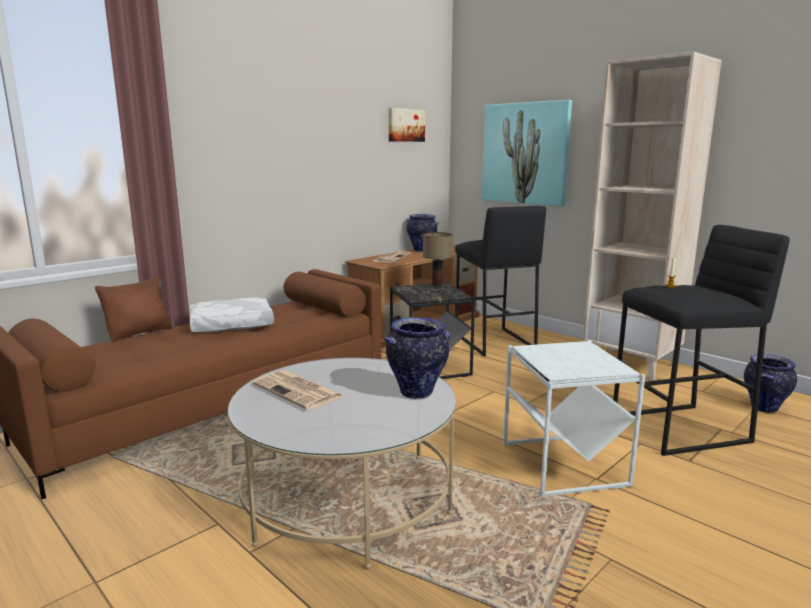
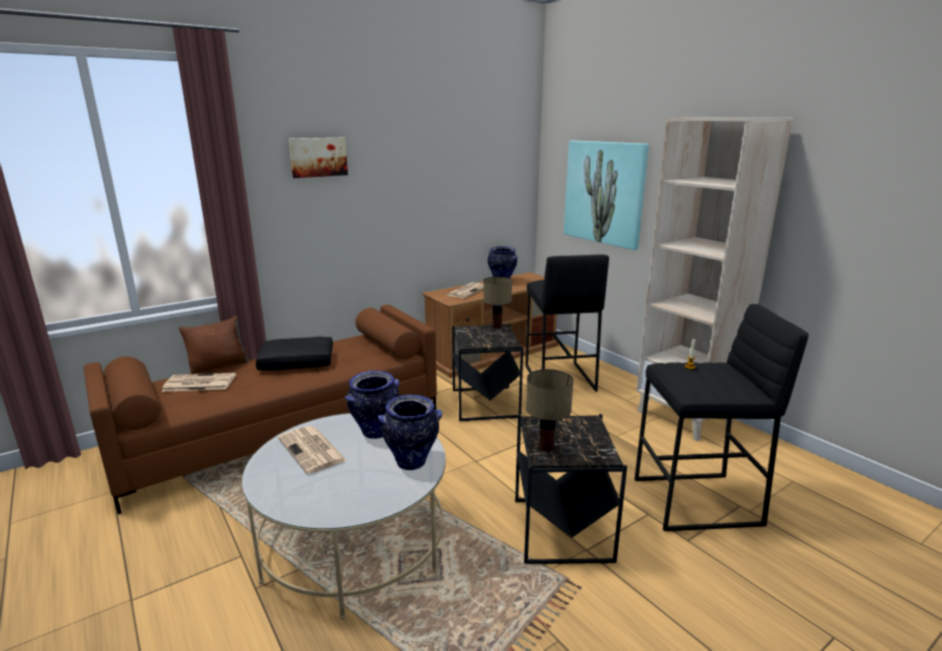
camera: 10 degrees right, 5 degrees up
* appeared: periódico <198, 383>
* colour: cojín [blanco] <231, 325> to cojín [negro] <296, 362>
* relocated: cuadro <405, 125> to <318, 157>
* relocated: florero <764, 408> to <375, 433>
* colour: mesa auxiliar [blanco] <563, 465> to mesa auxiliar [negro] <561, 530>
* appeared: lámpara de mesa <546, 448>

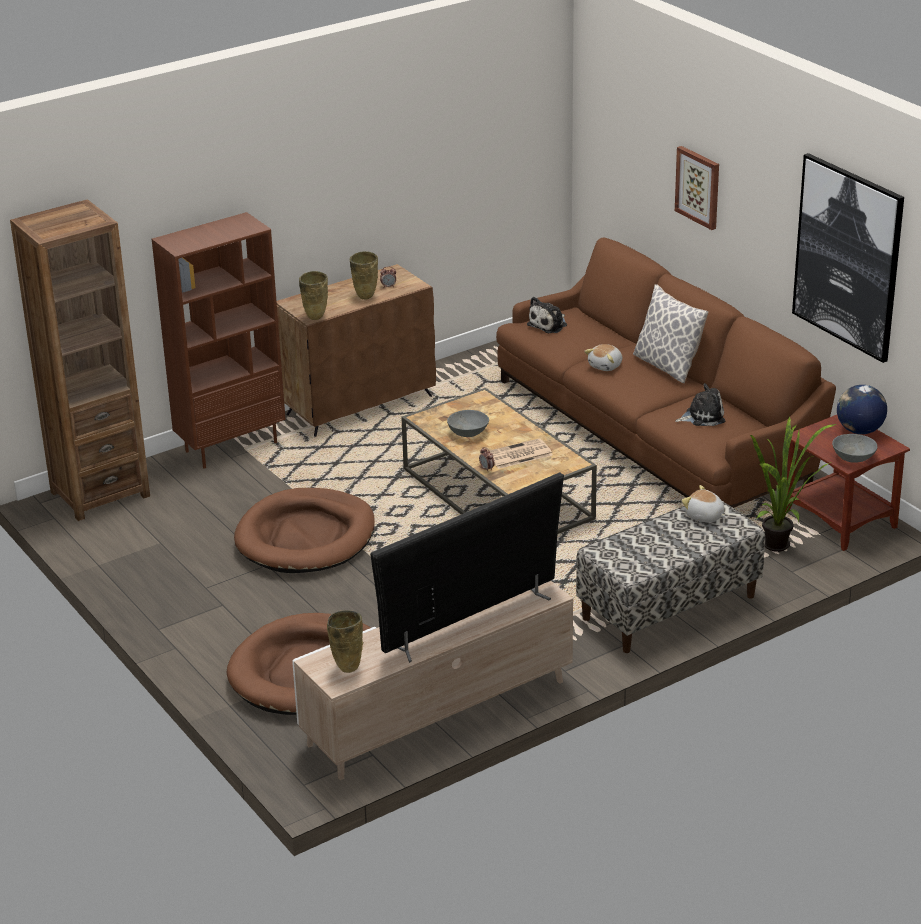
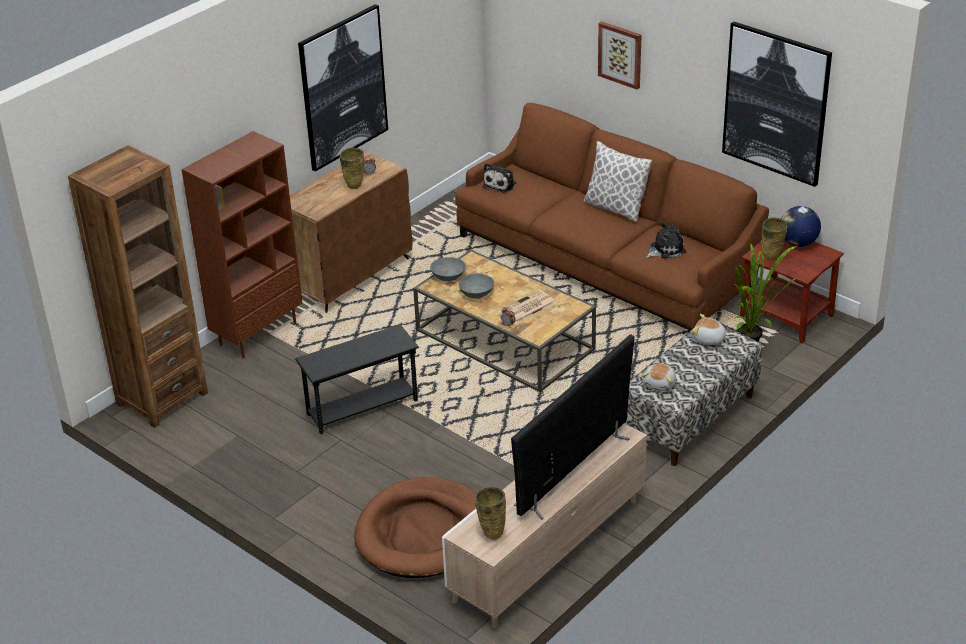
camera: 15 degrees left, 5 degrees up
* exchanged: cama para perro [marrón] <306, 537> to mesa auxiliar [negro] <362, 408>
* appeared: cuadro <343, 87>
* relocated: cuenco [gris] <853, 458> to <448, 277>
* relocated: peluche <606, 366> to <660, 384>
* relocated: florero [beis] <315, 318> to <771, 258>

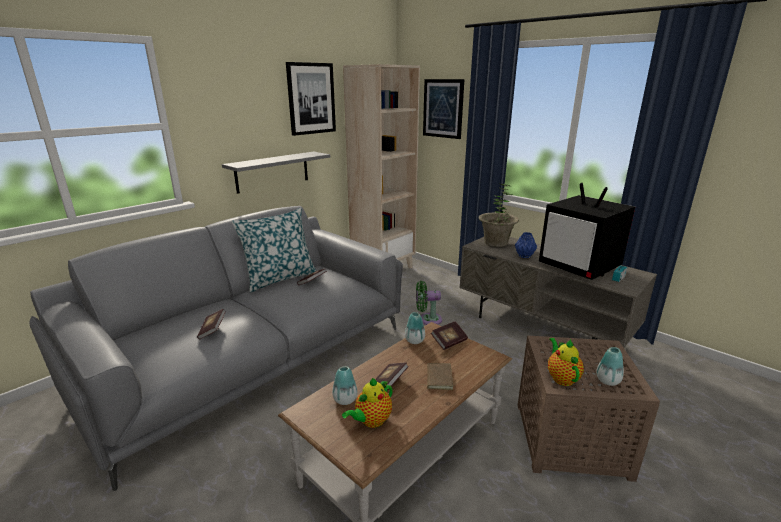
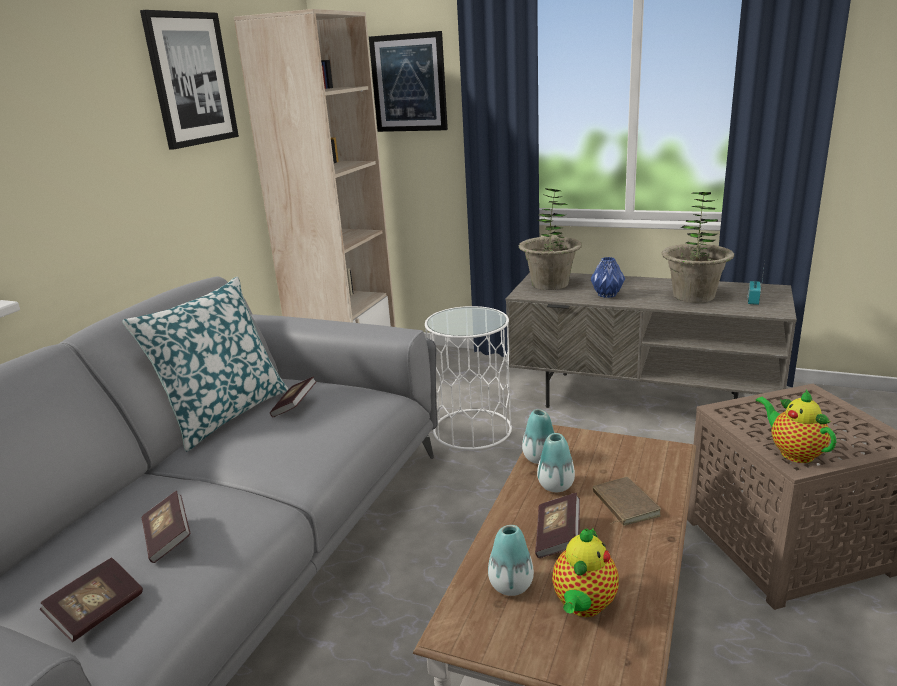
camera: 20 degrees left, 0 degrees up
* relocated: libro <449, 342> to <97, 612>
* exchanged: ventilador [verde] <427, 319> to mesa auxiliar [blanco] <472, 429>
* relocated: florero <607, 381> to <555, 486>
* exchanged: televisor <580, 267> to planta en maceta <694, 296>
* missing: estante [gris] <272, 172>

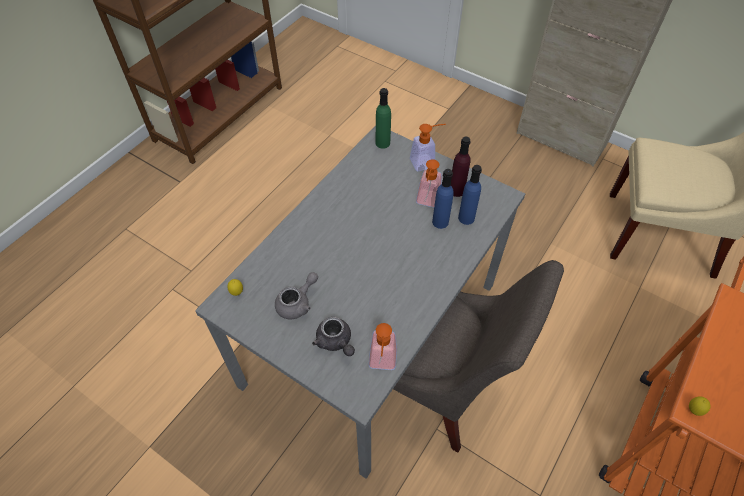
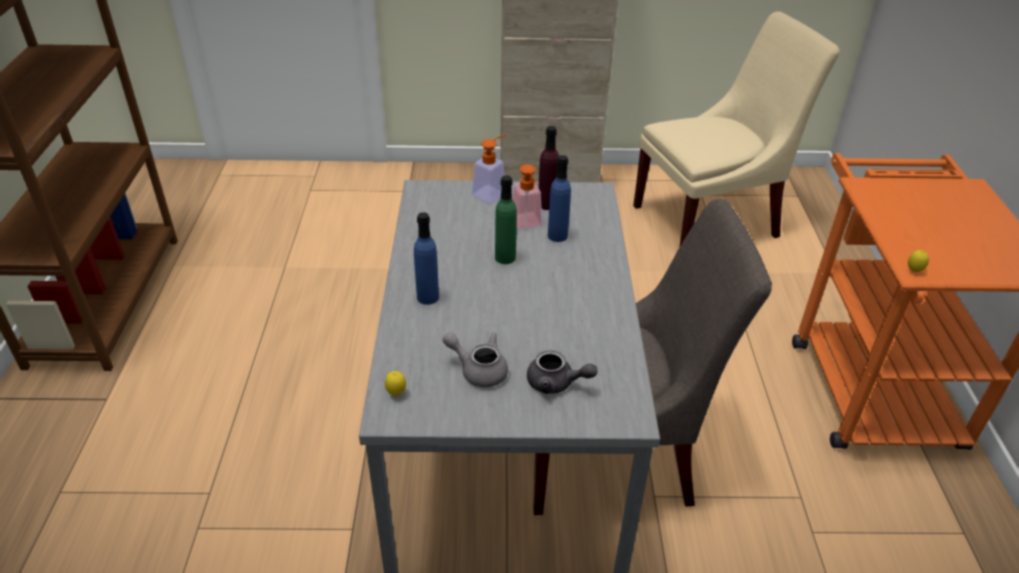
camera: 35 degrees left, 15 degrees down
* relocated: botella [azul] <466, 218> to <428, 297>
* spun: tetera [gris] <297, 303> = <478, 370> 75 degrees counterclockwise
* relocated: botella [verde] <382, 143> to <505, 257>
* missing: dispensador de jabón <382, 363>

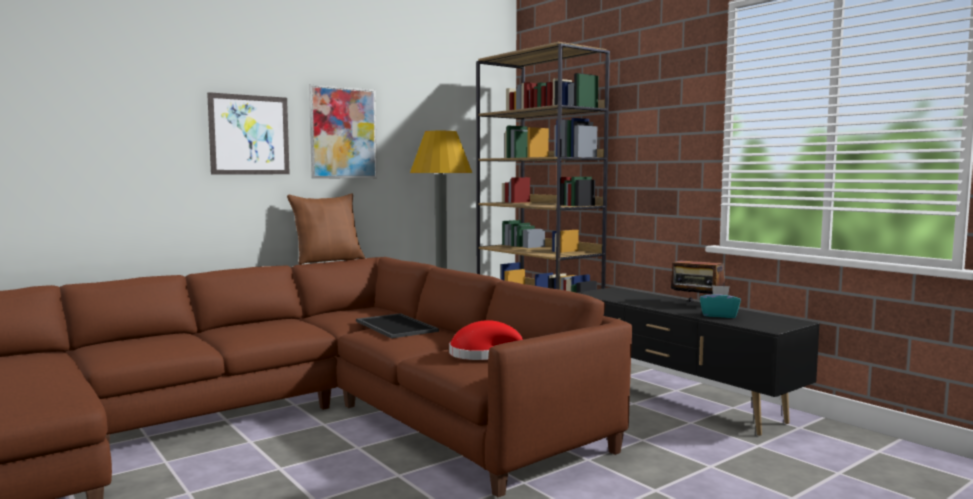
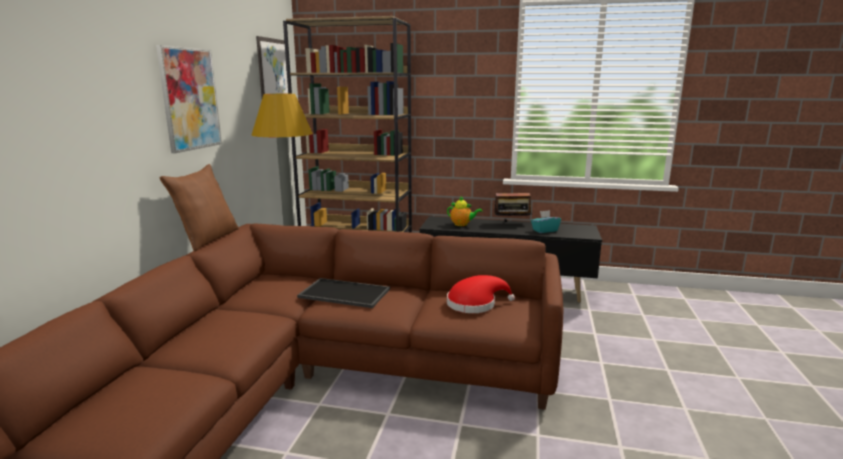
camera: 40 degrees left, 10 degrees up
* relocated: cuadro <249, 135> to <274, 70>
* appeared: tetera <462, 224>

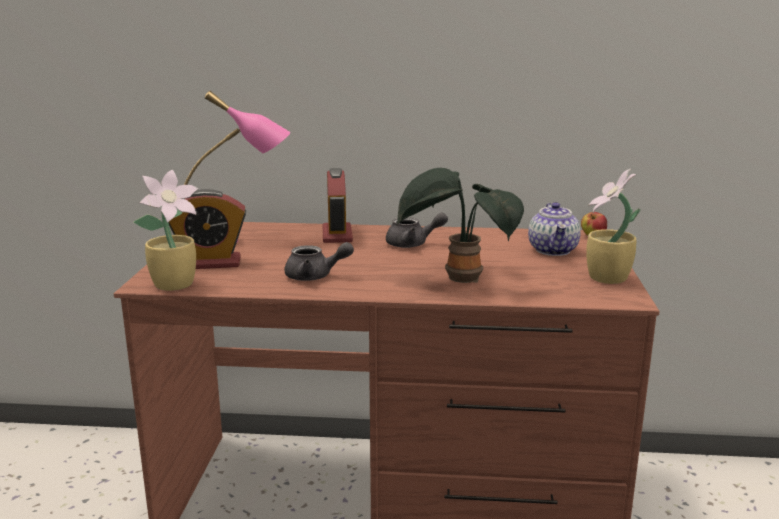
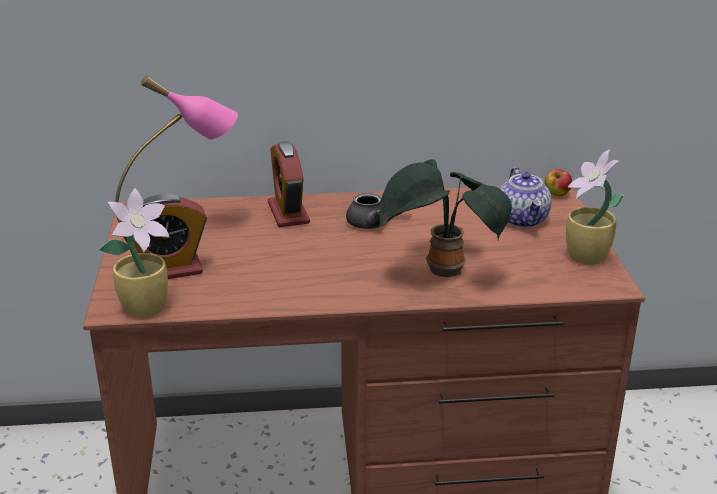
camera: 10 degrees left, 10 degrees up
* missing: tetera [gris] <315, 276>

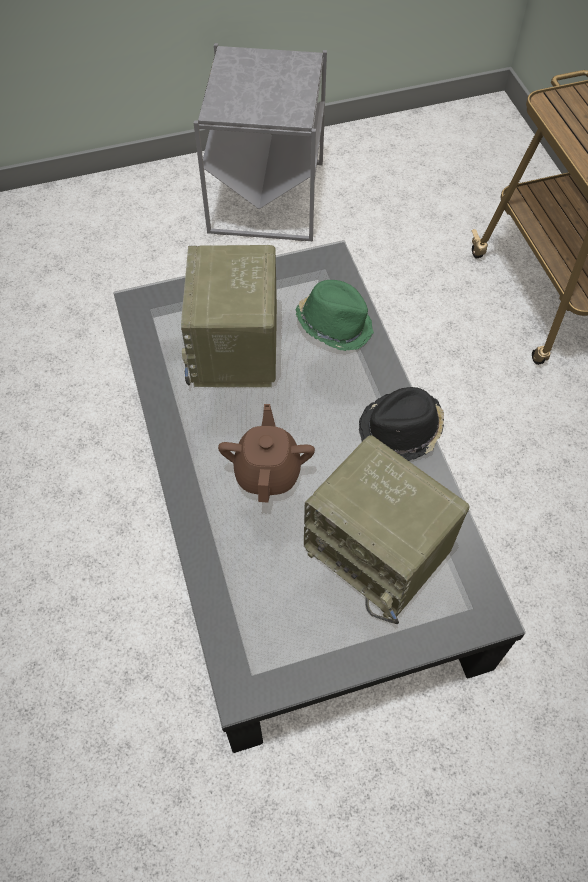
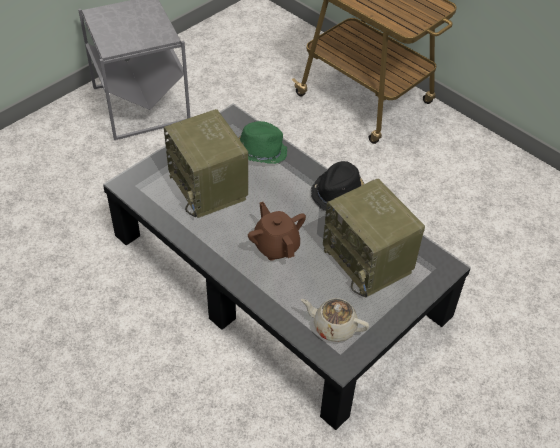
camera: 30 degrees left, 10 degrees down
* appeared: tetera [beis] <333, 326>
* spun: radio <379, 553> = <369, 261> 45 degrees clockwise

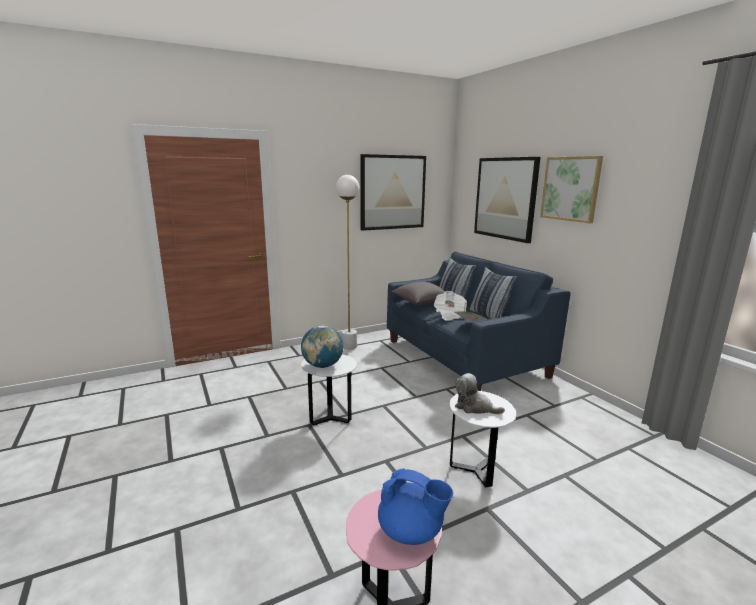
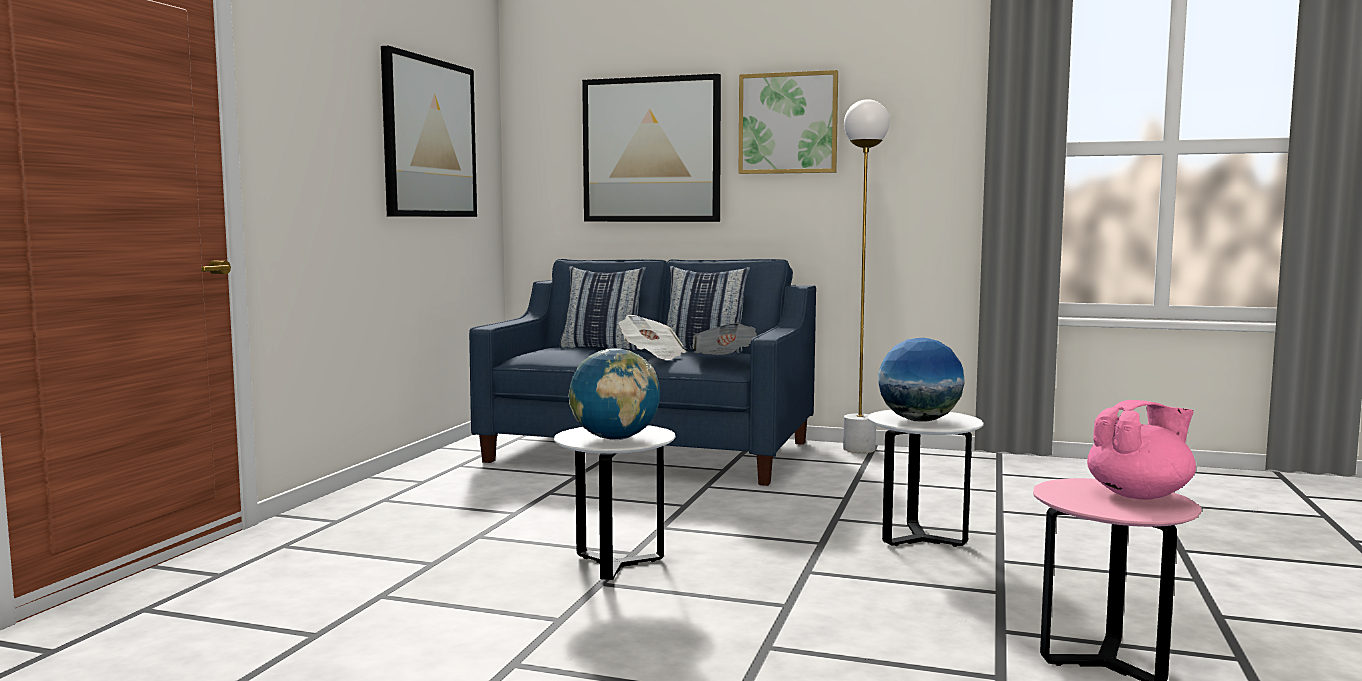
camera: 45 degrees left, 10 degrees down
* relocated: lámpara de pie [blanco] <349, 346> to <859, 449>
* exchanged: peluche <474, 407> to globo terráqueo <919, 420>
* colour: tetera [azul] <411, 531> to tetera [rosa] <1140, 495>
* missing: cojín [gris] <420, 303>

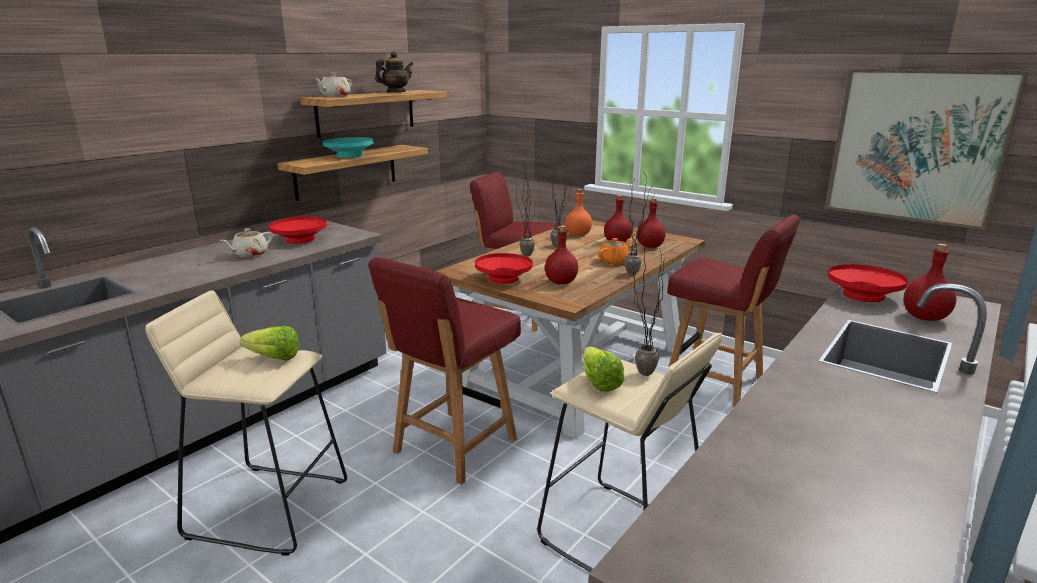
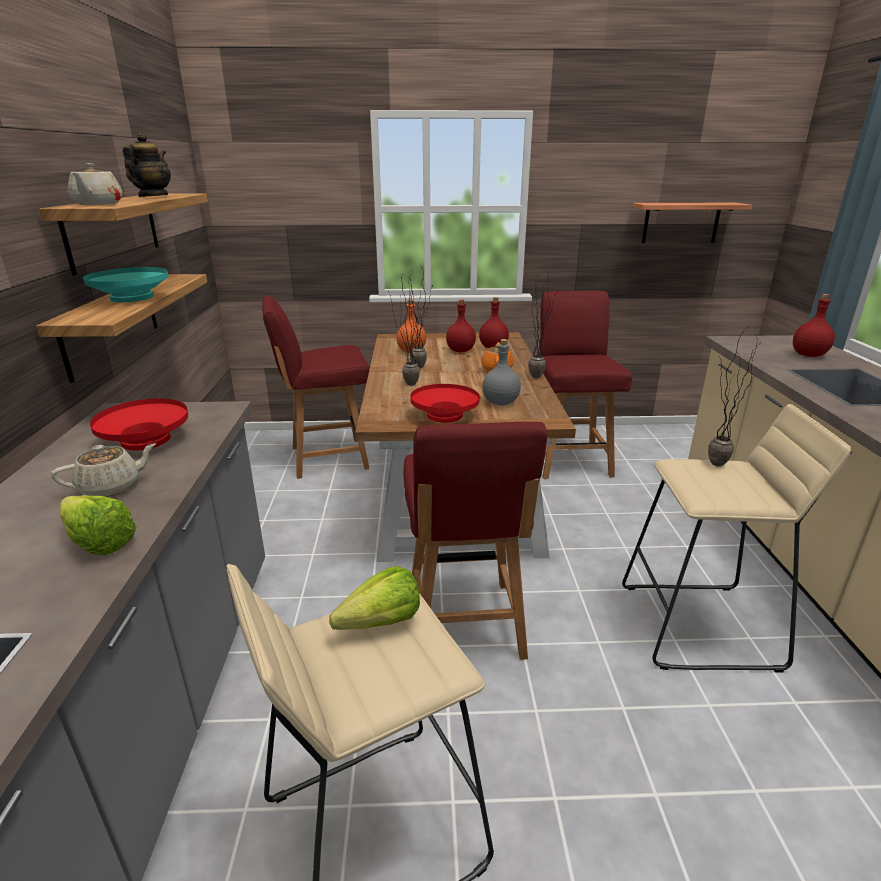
camera: 40 degrees left, 5 degrees up
* spun: tetera [beis] <250, 254> = <112, 487> 120 degrees counterclockwise
* relocated: lechuga <598, 380> to <97, 540>
* colour: botella [rojo] <561, 282> to botella [gris] <501, 403>
* spun: silla [rojo] <716, 382> = <569, 460> 90 degrees counterclockwise
* exchanged: cuadro <916, 146> to estante <681, 223>
* missing: cuenco [rojo] <862, 296>

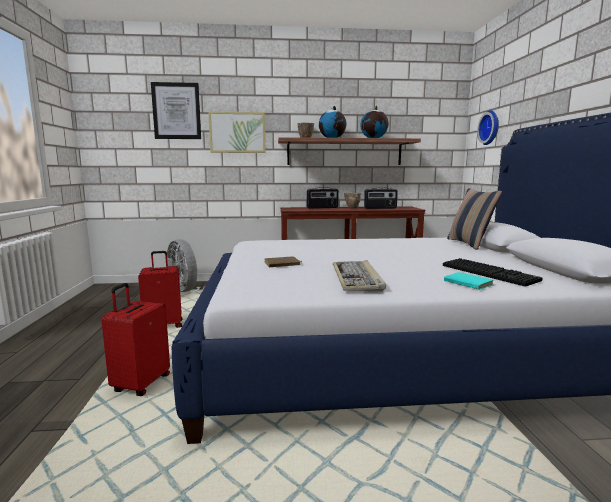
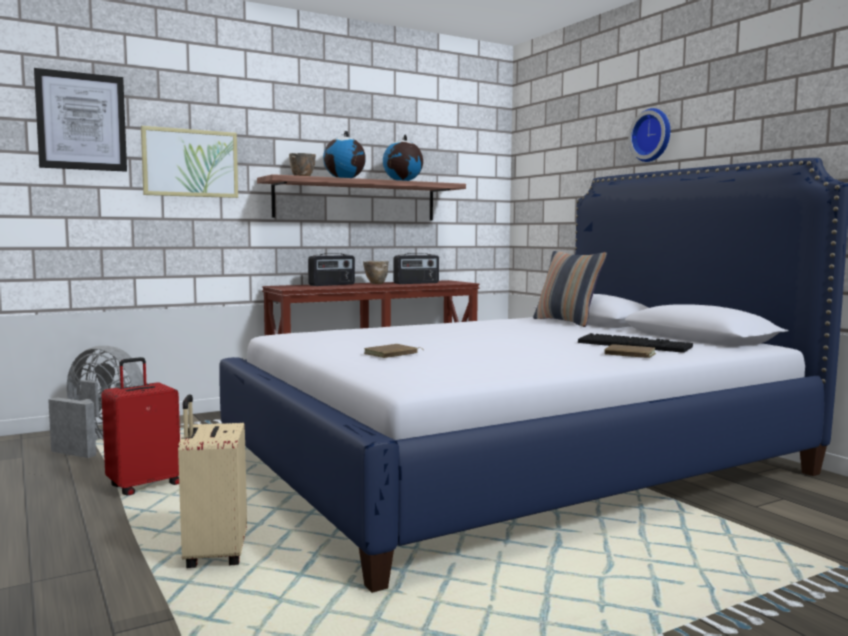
camera: 25 degrees left, 5 degrees down
* colour: maleta [rojo] <140, 384> to maleta [beis] <214, 555>
* colour: libro [turquesa] <467, 283> to libro [marrón] <629, 354>
* relocated: reloj de pared <490, 127> to <652, 135>
* missing: teclado <357, 278>

